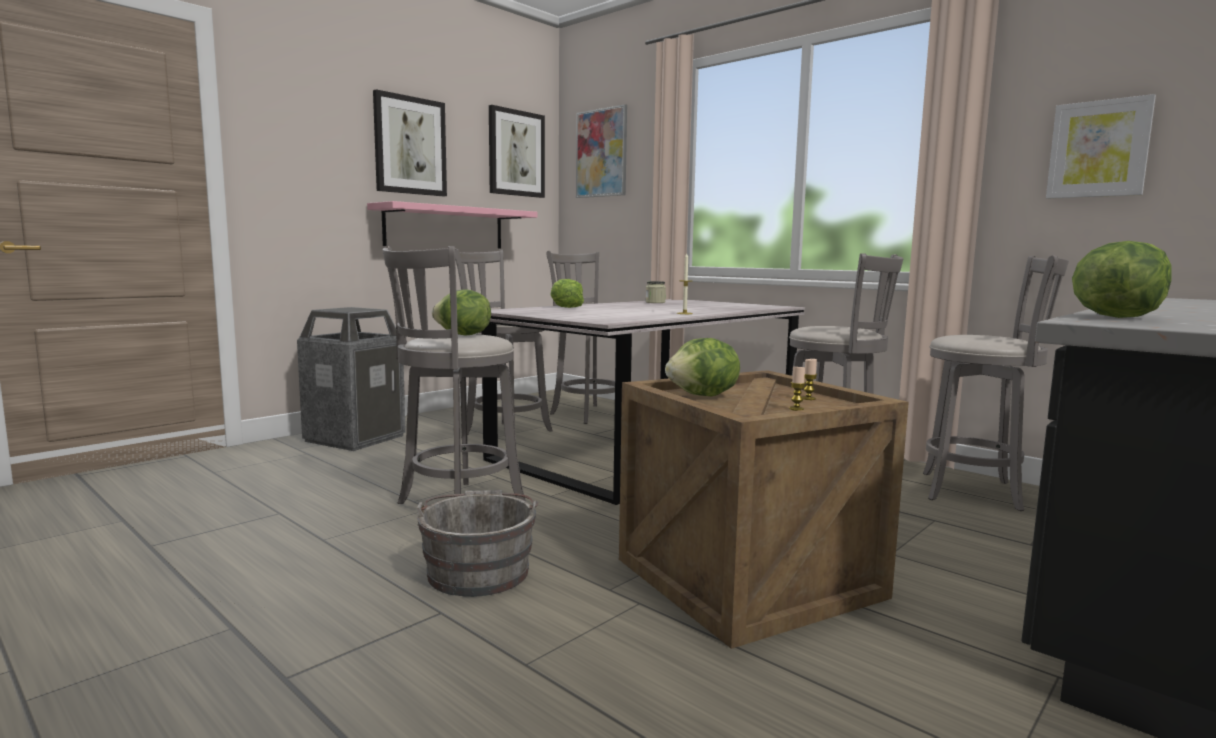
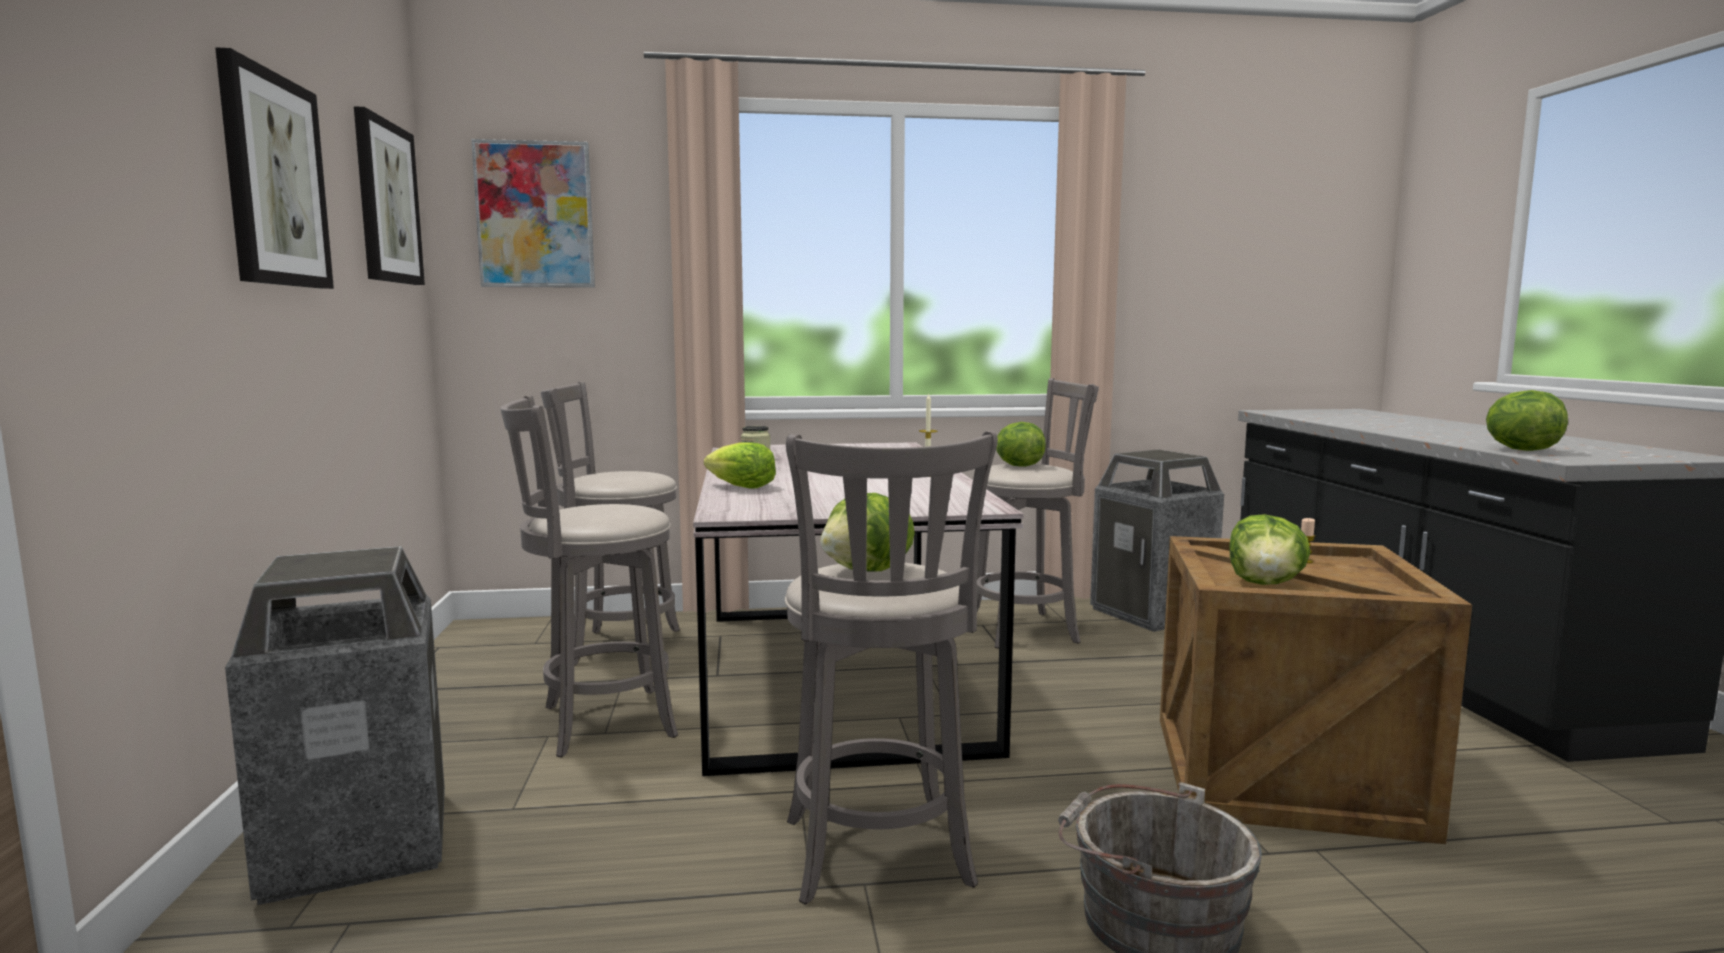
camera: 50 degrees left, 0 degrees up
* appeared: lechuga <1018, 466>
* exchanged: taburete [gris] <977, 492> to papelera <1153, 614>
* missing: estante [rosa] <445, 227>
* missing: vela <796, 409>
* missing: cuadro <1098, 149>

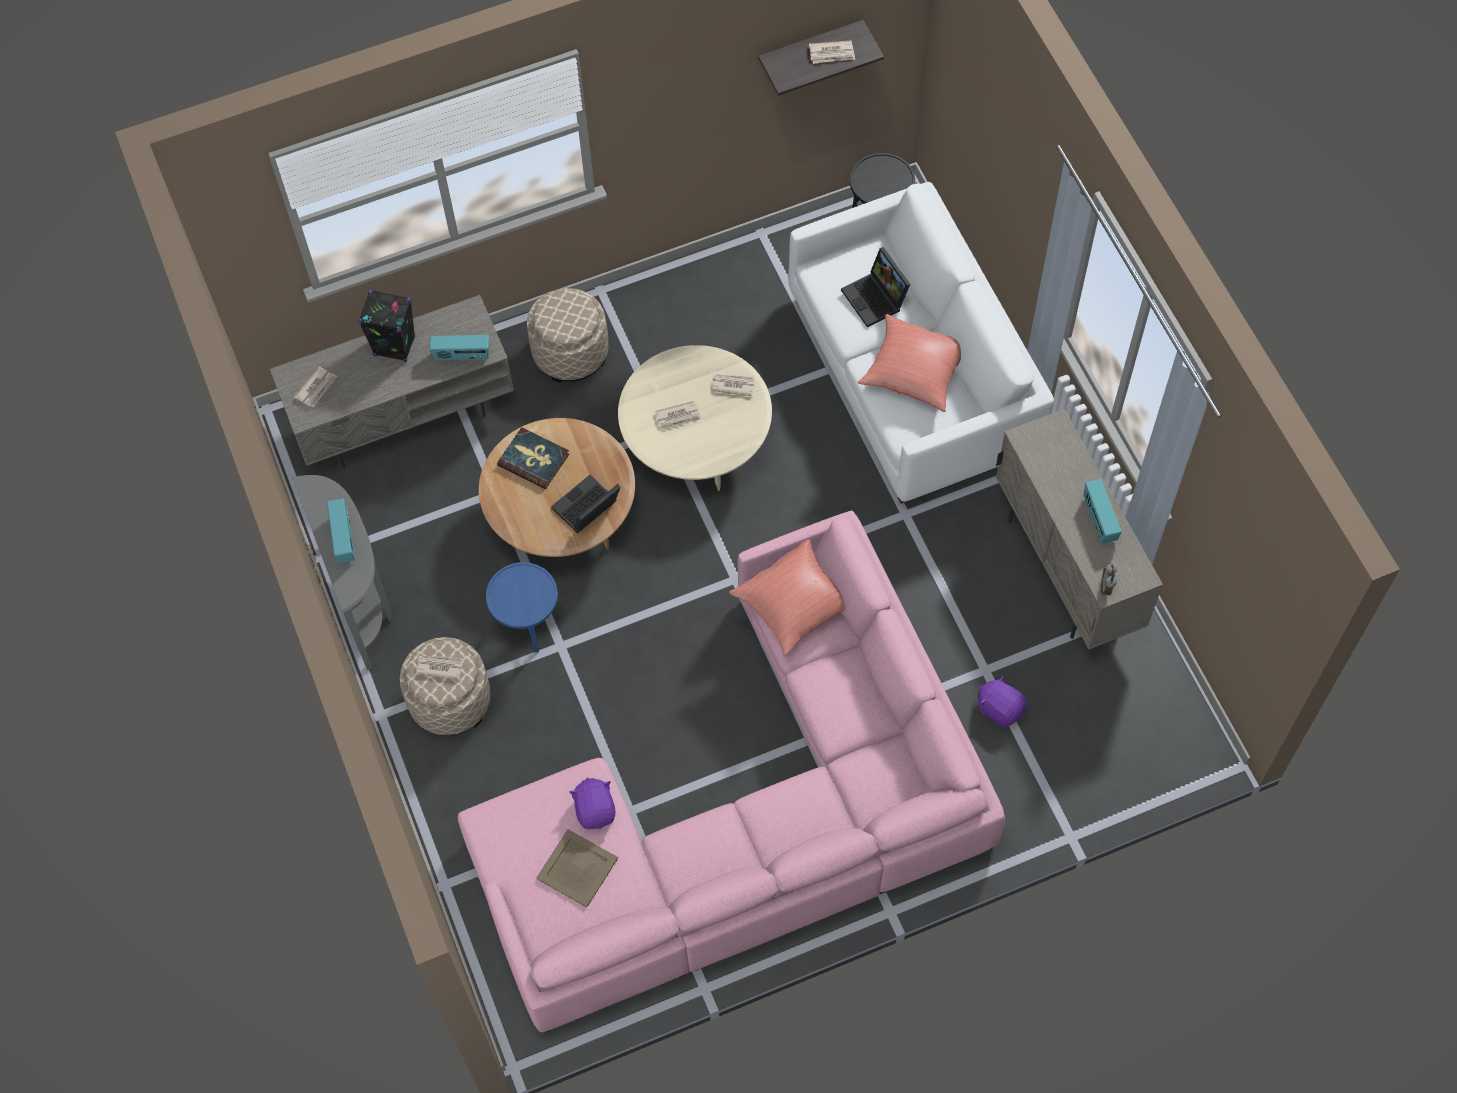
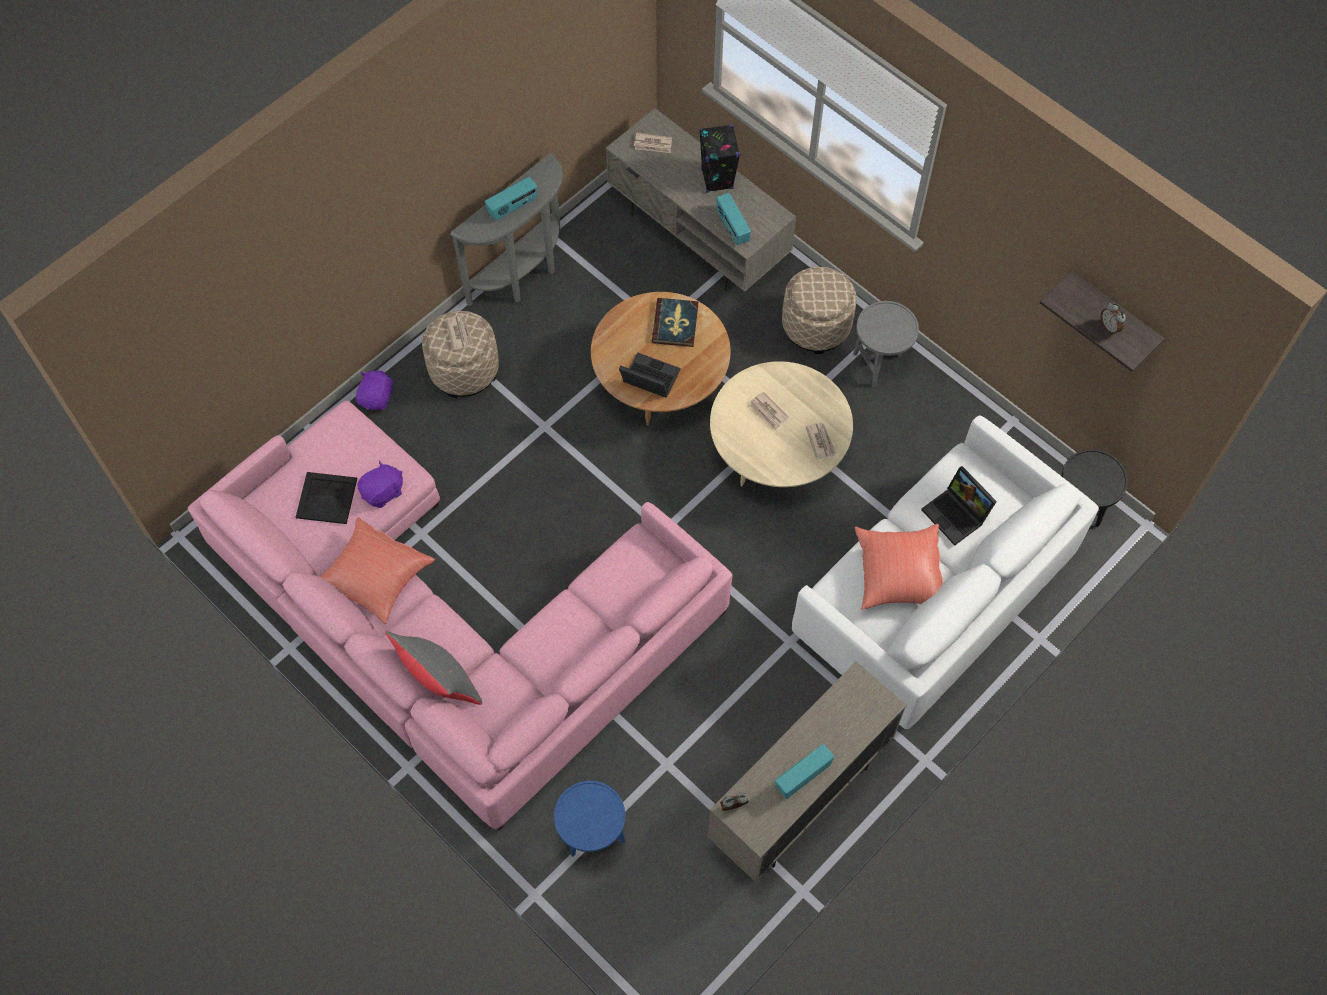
camera: 65 degrees right, 0 degrees up
* colour: bandeja [beis] <576, 868> to bandeja [negro] <326, 497>
* relocated: cojín [rojo] <795, 605> to <375, 578>
* relocated: peluche [morado] <1000, 708> to <377, 397>
* appeared: cojín [gris] <439, 681>
* relocated: mesa auxiliar [azul] <529, 628> to <592, 837>
* appeared: mesa auxiliar [gris] <879, 364>
* spun: portátil <876, 299> = <957, 515> 75 degrees counterclockwise
* exchanged: periódico <832, 54> to despertador <1109, 327>

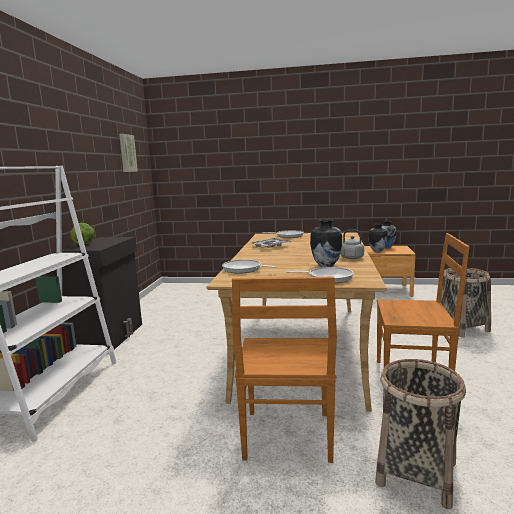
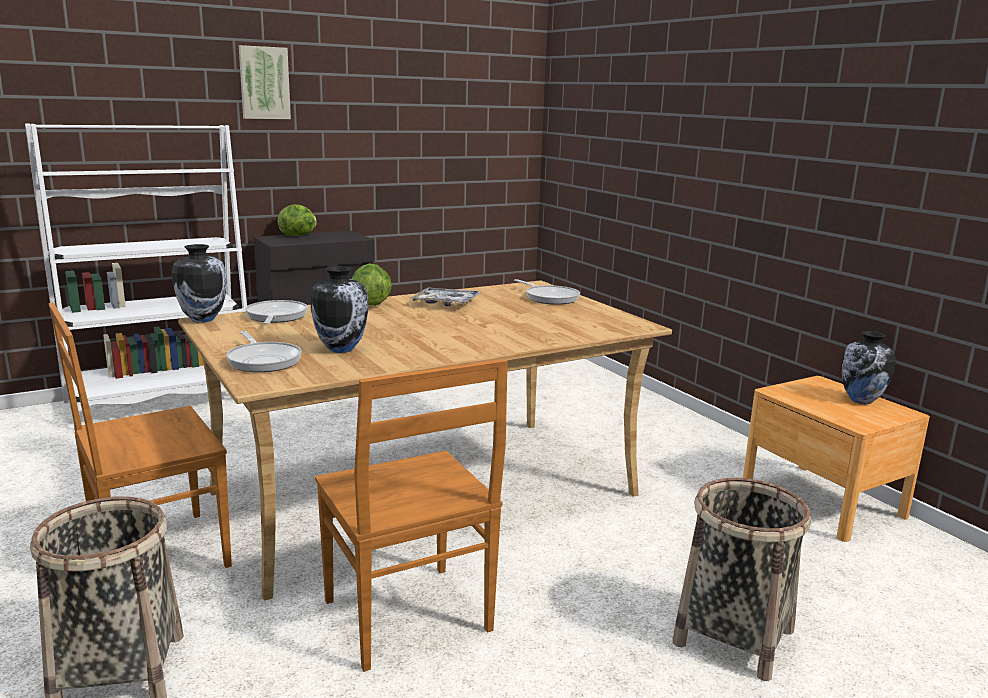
camera: 50 degrees right, 5 degrees up
* relocated: florero <377, 251> to <203, 319>
* relocated: cuadro <127, 153> to <264, 83>
* appeared: lechuga <370, 304>
* missing: hervidor [gris] <350, 258>

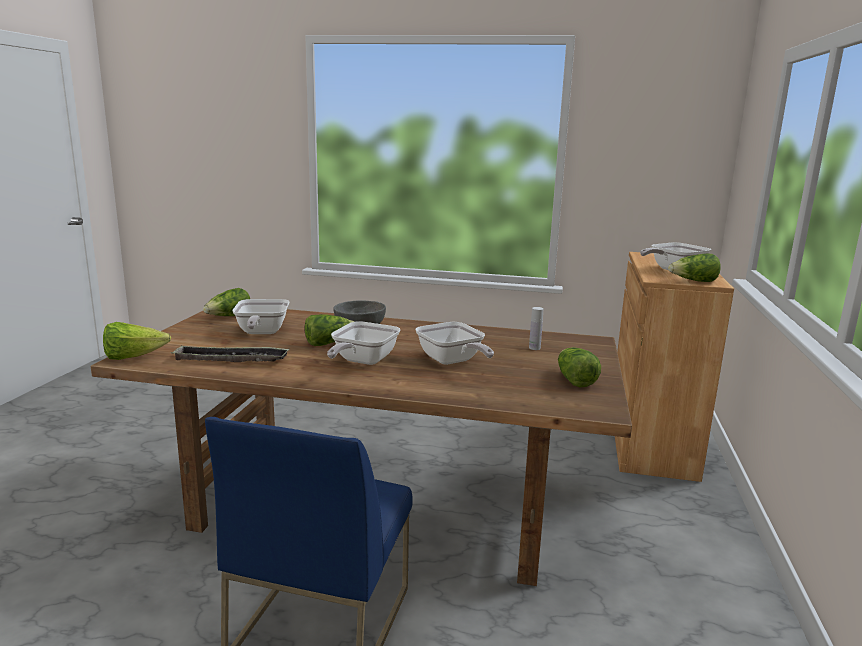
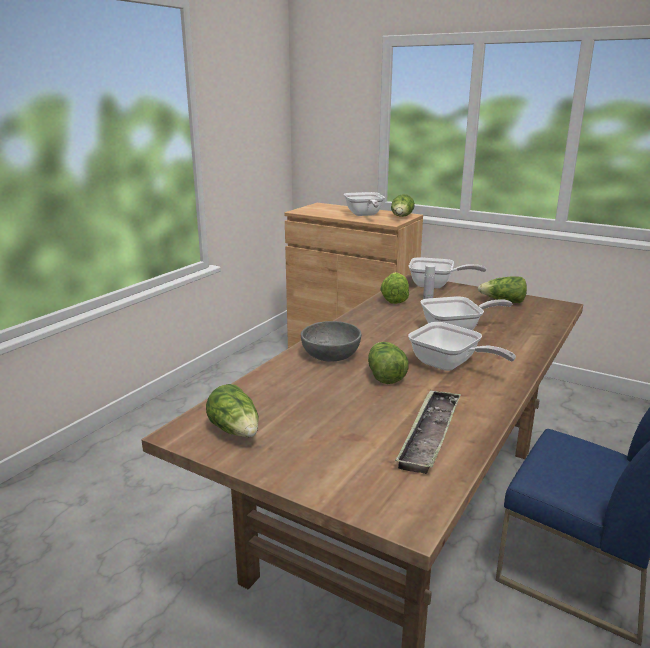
camera: 70 degrees left, 5 degrees up
* relocated: lechuga <133, 357> to <394, 299>
* relocated: sartén <261, 333> to <436, 285>

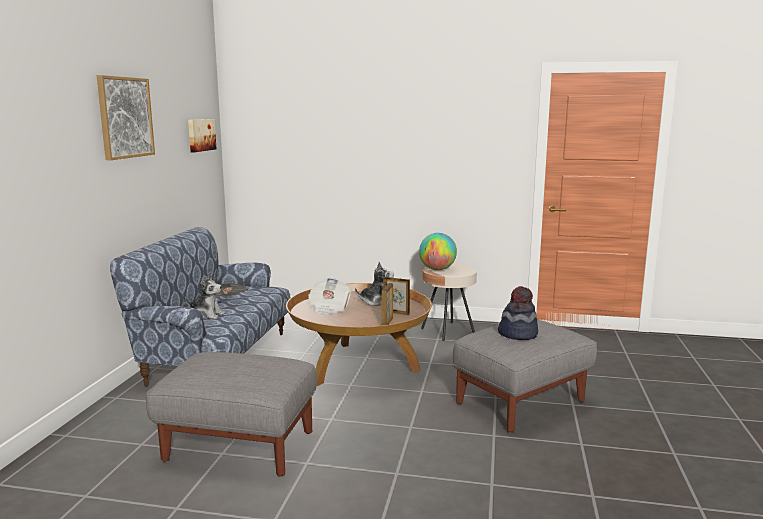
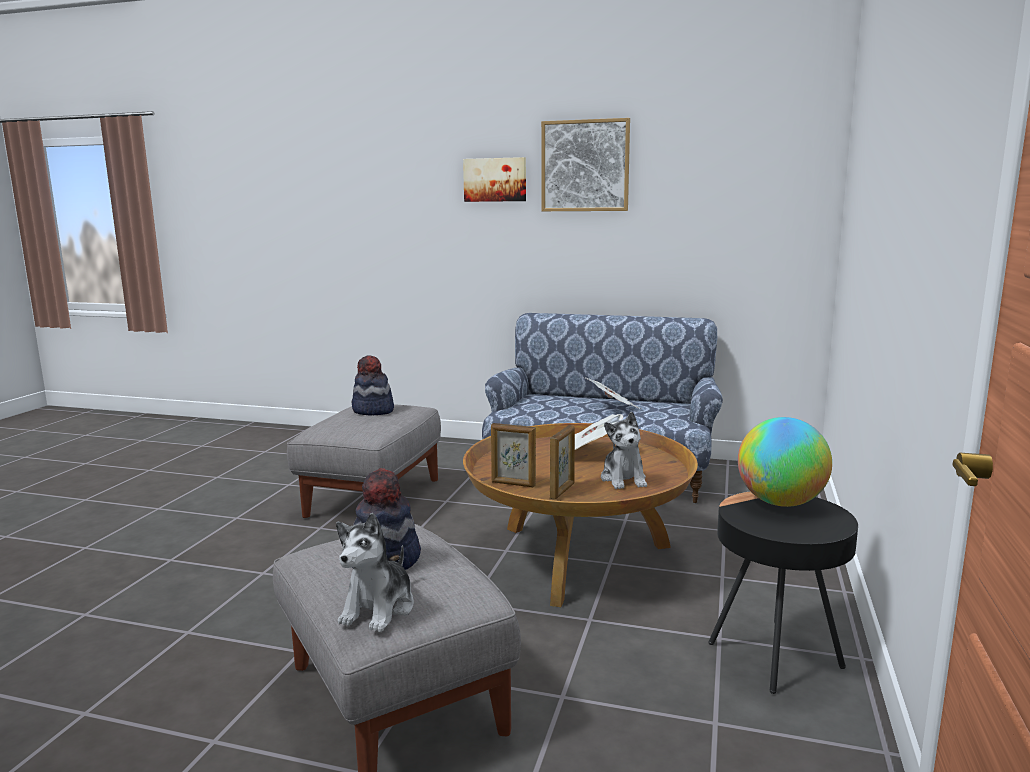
camera: 95 degrees right, 0 degrees up
* relocated: peluche <206, 315> to <379, 609>
* appeared: sombrero <373, 411>
* relocated: cuadro <200, 135> to <495, 180>
* colour: mesa auxiliar [beis] <447, 331> to mesa auxiliar [negro] <774, 655>

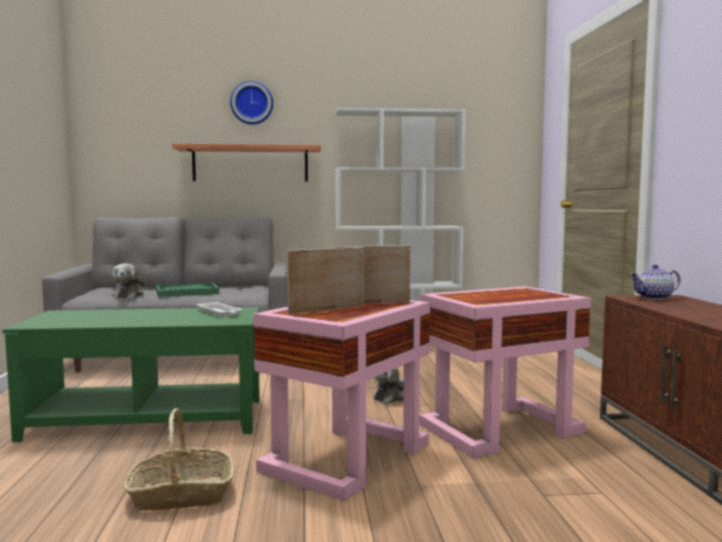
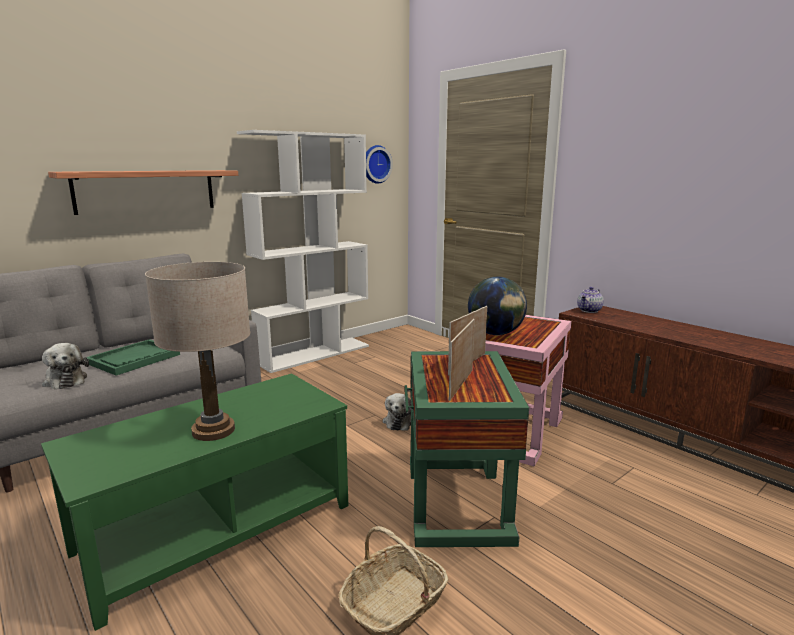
camera: 35 degrees left, 10 degrees up
* appeared: lámpara de mesa [beis] <214, 430>
* relocated: reloj de pared <252, 103> to <375, 164>
* colour: mesa auxiliar [rosa] <345, 457> to mesa auxiliar [verde] <457, 501>
* appeared: globo terráqueo <495, 334>
* missing: bandeja [blanco] <219, 313>

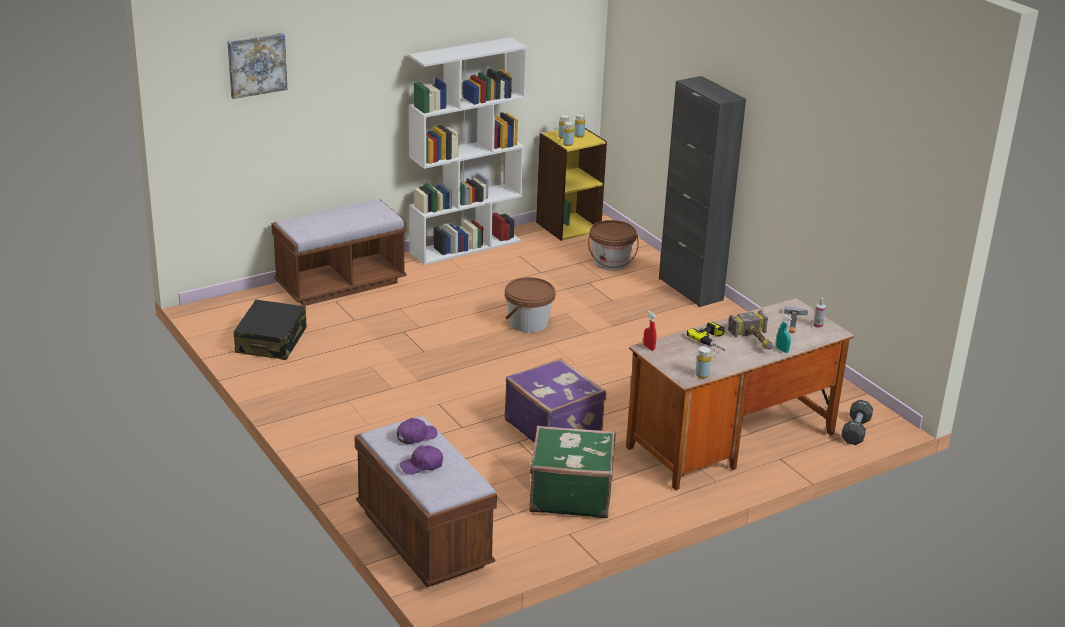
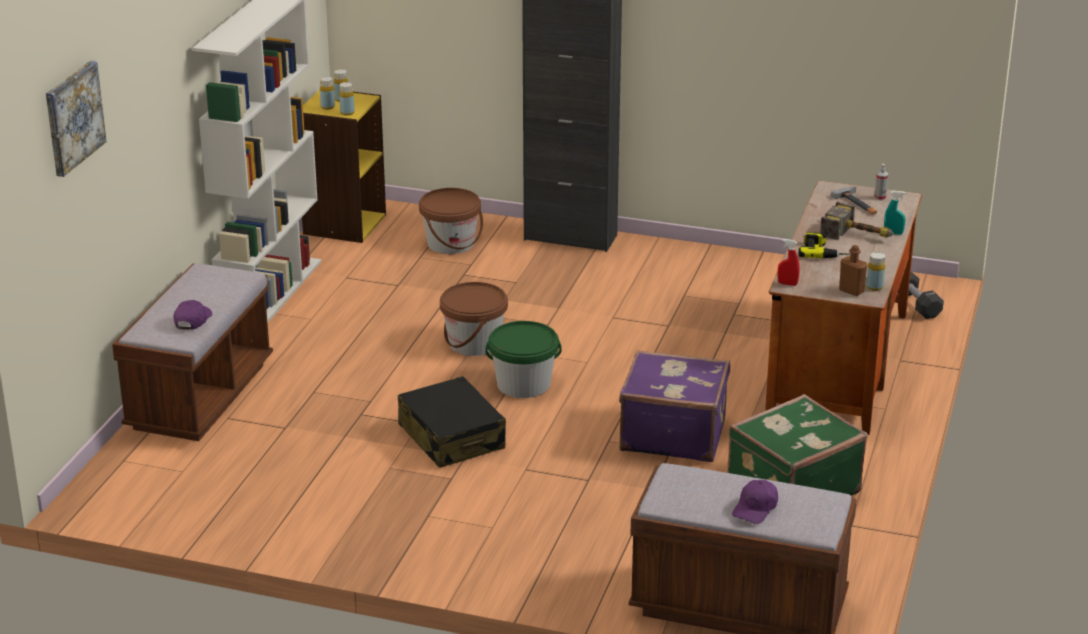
camera: 40 degrees left, 0 degrees up
* relocated: gorra [morado] <416, 436> to <192, 320>
* relocated: maleta [negro] <271, 341> to <451, 437>
* appeared: cubo [verde] <523, 384>
* appeared: botella [marrón] <851, 291>

